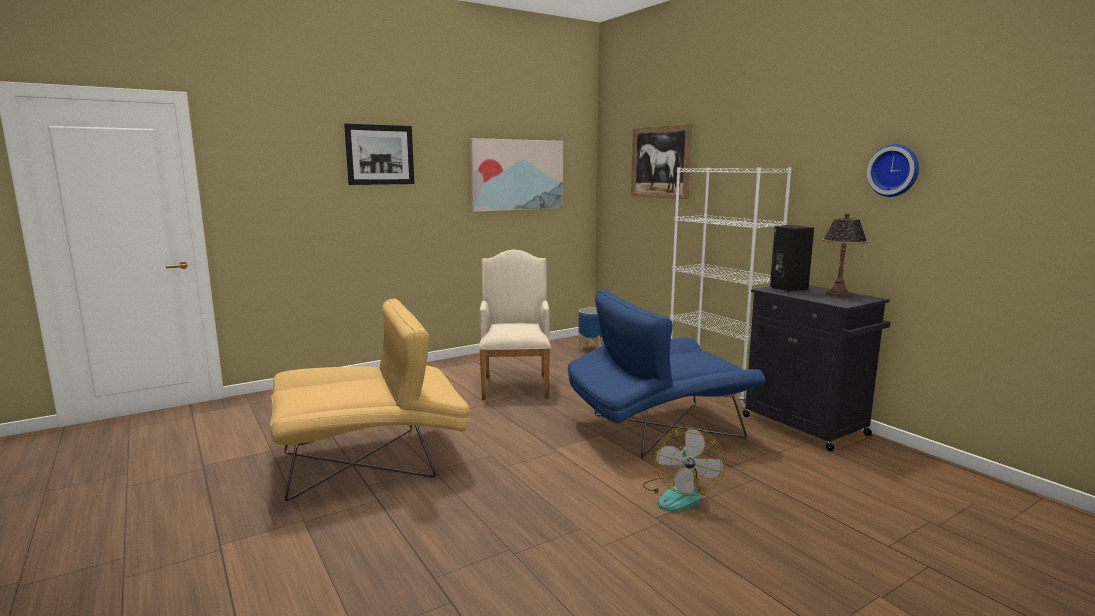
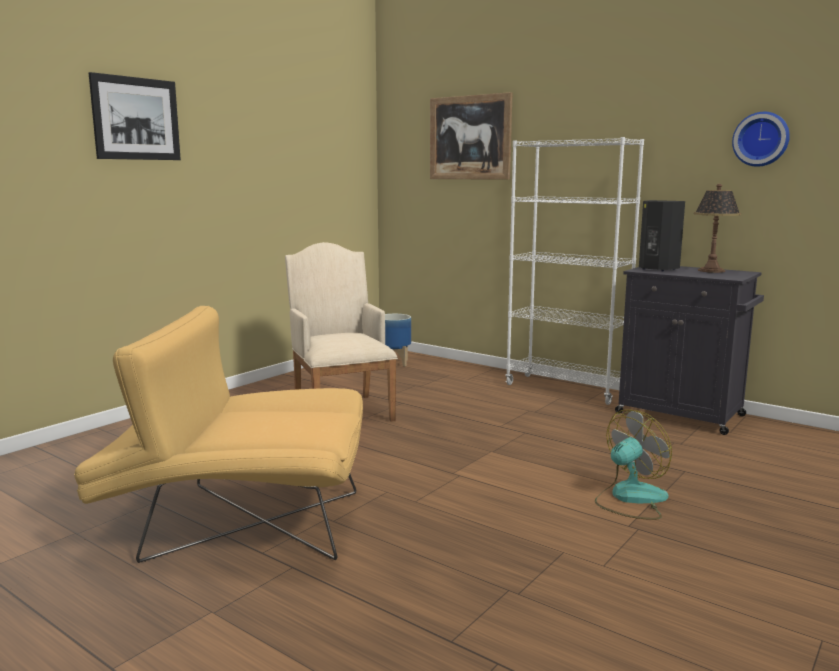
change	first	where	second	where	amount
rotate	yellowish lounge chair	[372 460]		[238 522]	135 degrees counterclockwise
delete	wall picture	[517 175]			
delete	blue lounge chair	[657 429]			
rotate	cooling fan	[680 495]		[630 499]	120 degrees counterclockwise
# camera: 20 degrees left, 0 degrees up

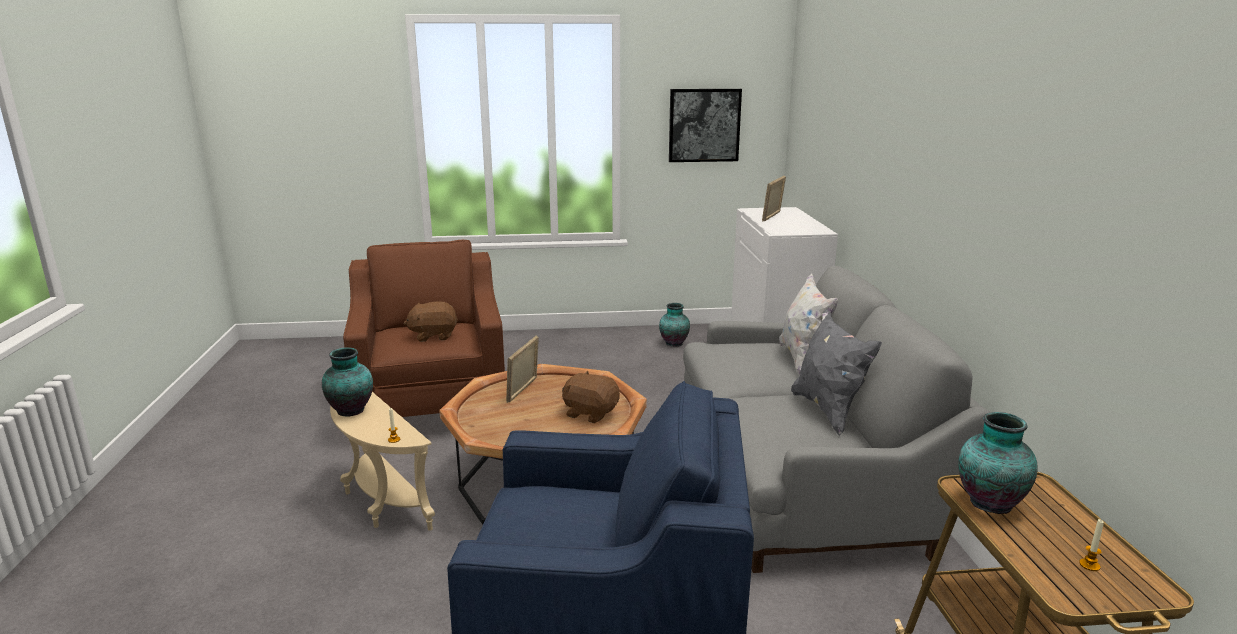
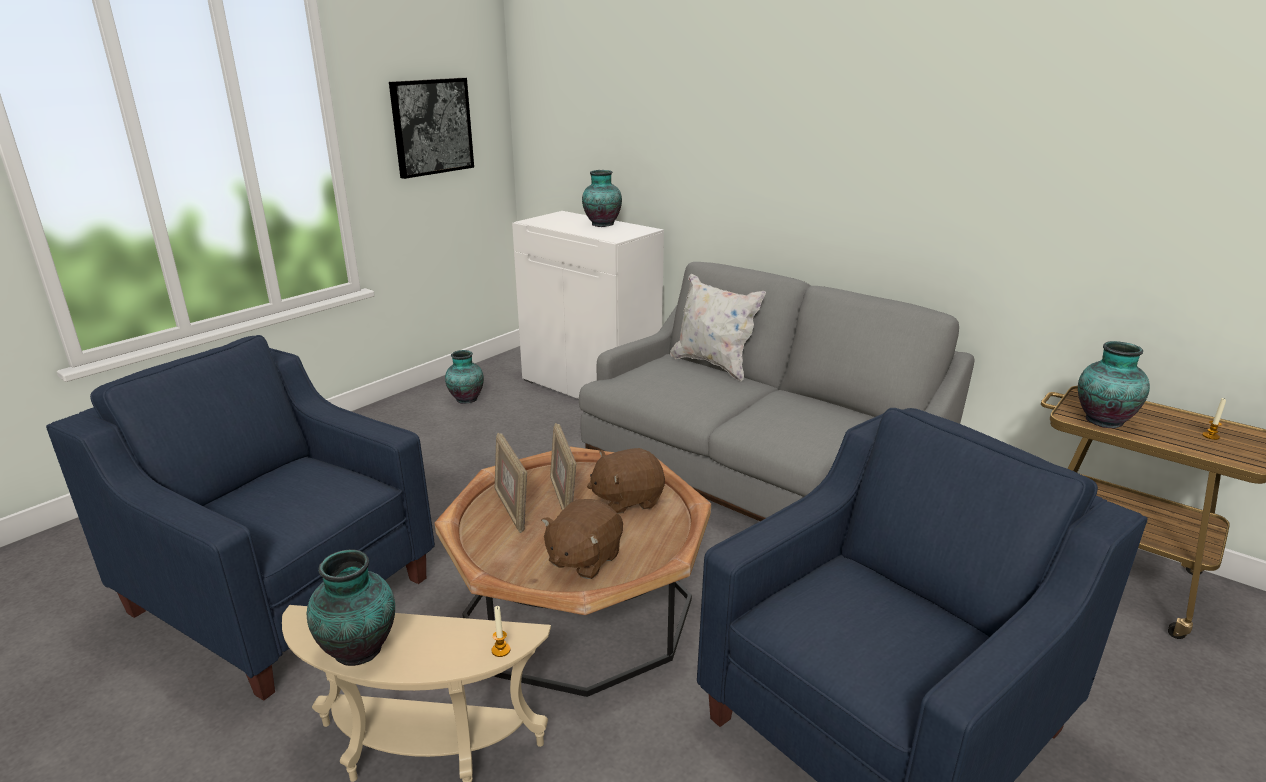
change	first	where	second	where	amount
recolor	brown lounge chair	[433 404]	blue lounge chair	[282 594]	
move	brown plush toy	[433 336]		[583 559]	
move	standing frame	[772 217]		[563 499]	
delete	gray cushion	[828 410]			
insert			flower vase	[601 224]	
# camera: 45 degrees left, 5 degrees up

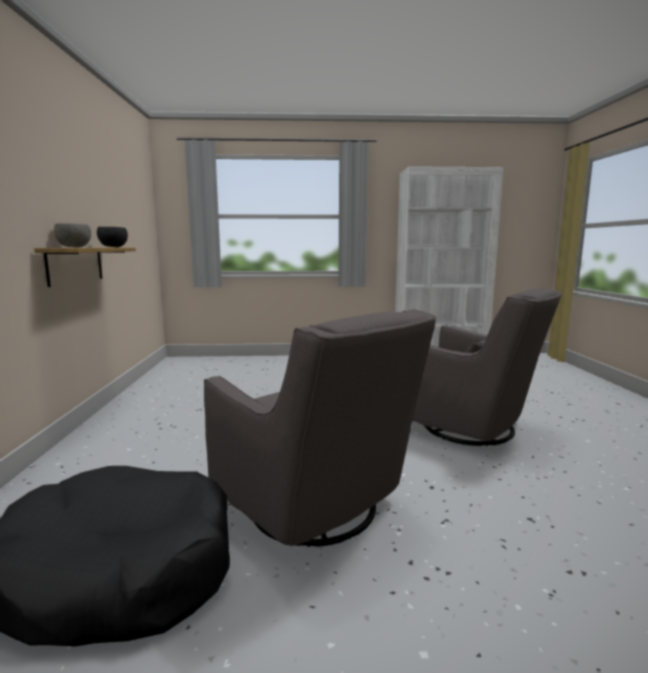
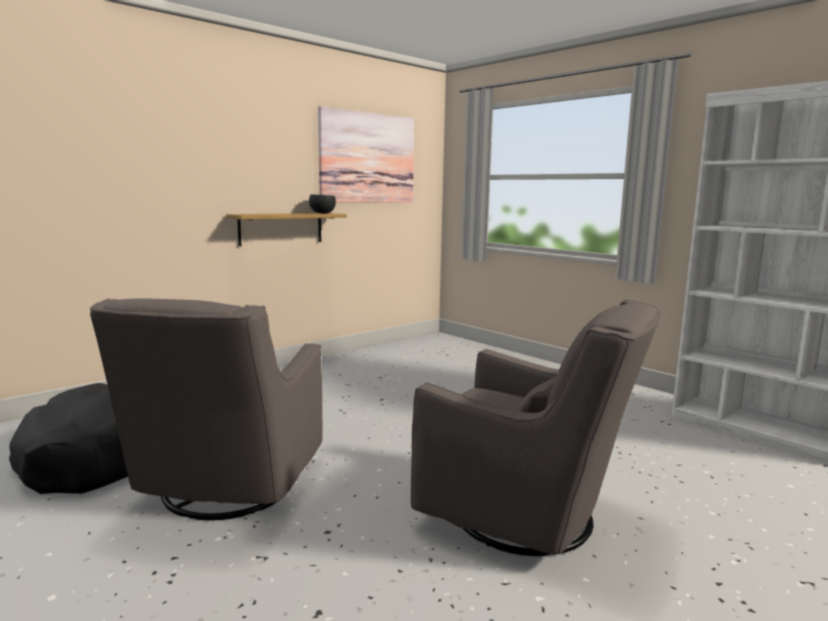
change	first	where	second	where	amount
delete	gray deep dish	[75 247]			
rotate	gray lounge chair	[471 428]		[529 517]	60 degrees counterclockwise
insert			wall picture	[367 158]	
# camera: 50 degrees right, 0 degrees up

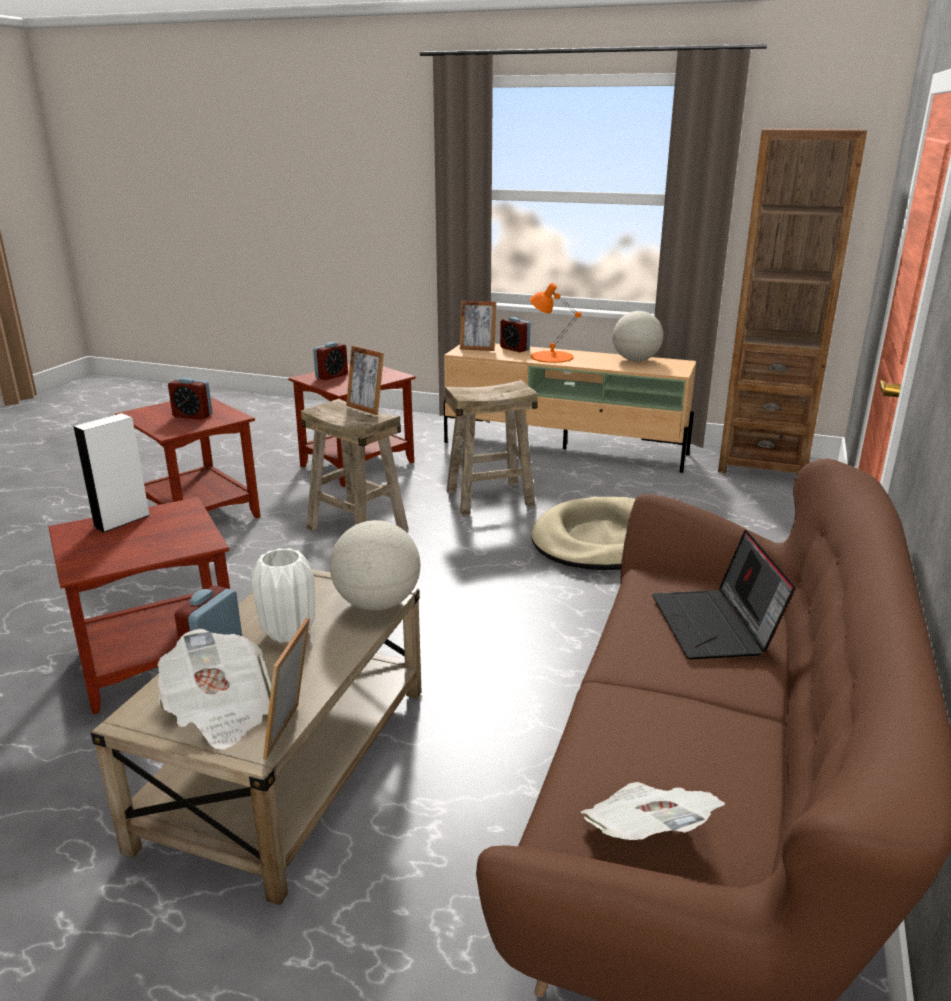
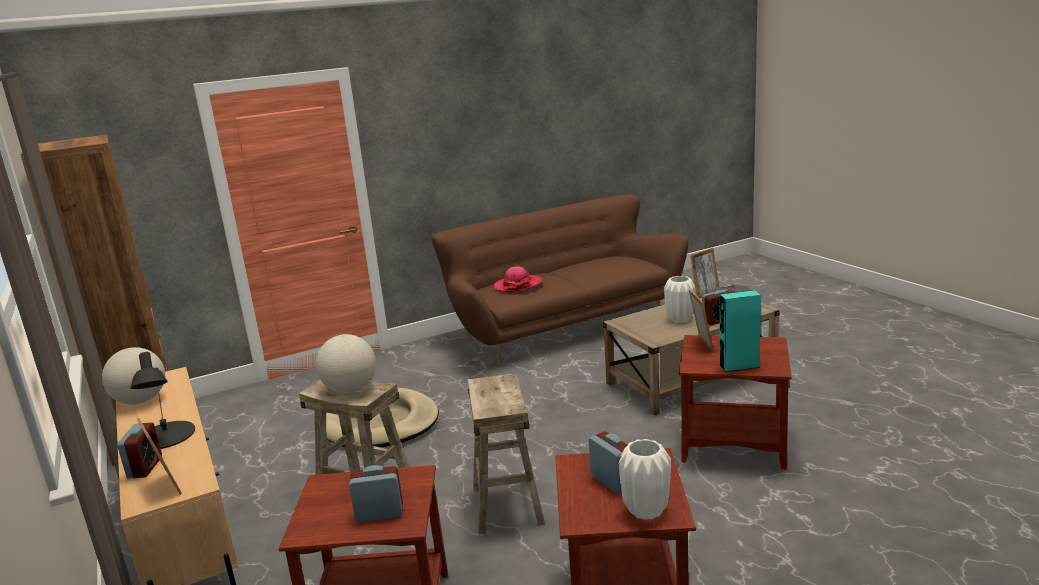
change	first	where	second	where	amount
recolor	white-coloured speaker	[122 520]	blue-green speaker	[739 366]	
move	desk globe	[377 603]		[350 389]	
move	standing frame	[366 409]		[701 345]	
recolor	orangey tabletop lamp	[551 356]	blackish tabletop lamp	[165 436]	
delete	printed paper	[646 835]			
replace	notebook computer	[716 626]	hat	[518 285]	
insert			white-coloured flower vase	[645 510]	
# camera: 135 degrees left, 5 degrees down

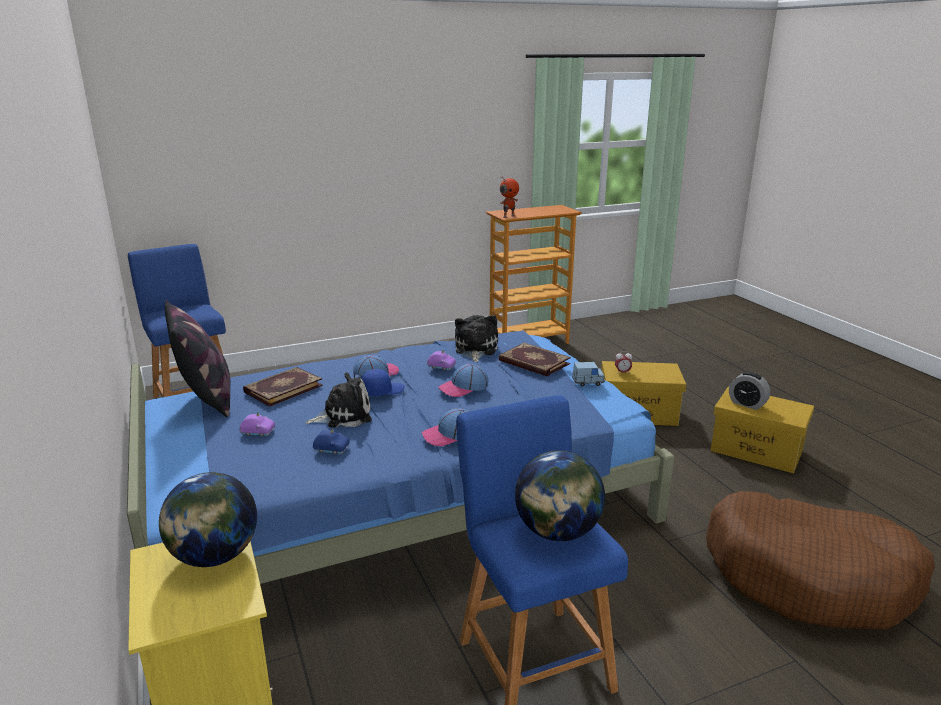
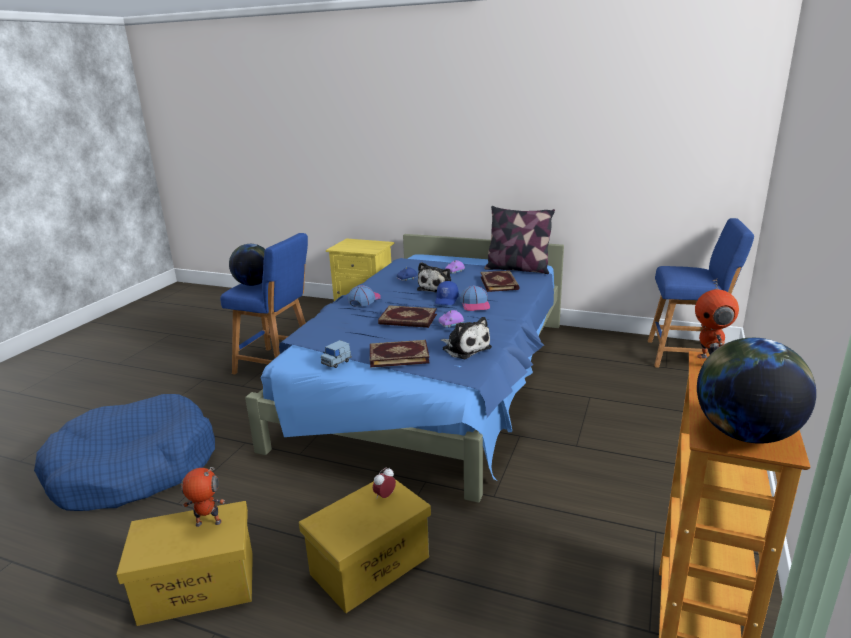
change	first	where	second	where	amount
move	desk globe	[214 556]		[744 433]	
replace	cap	[463 387]	bound book	[407 320]	
recolor	brown pet bed	[809 577]	blue pet bed	[134 468]	
replace	bedside clock	[747 404]	robot figure	[208 524]	
# camera: 135 degrees right, 0 degrees up

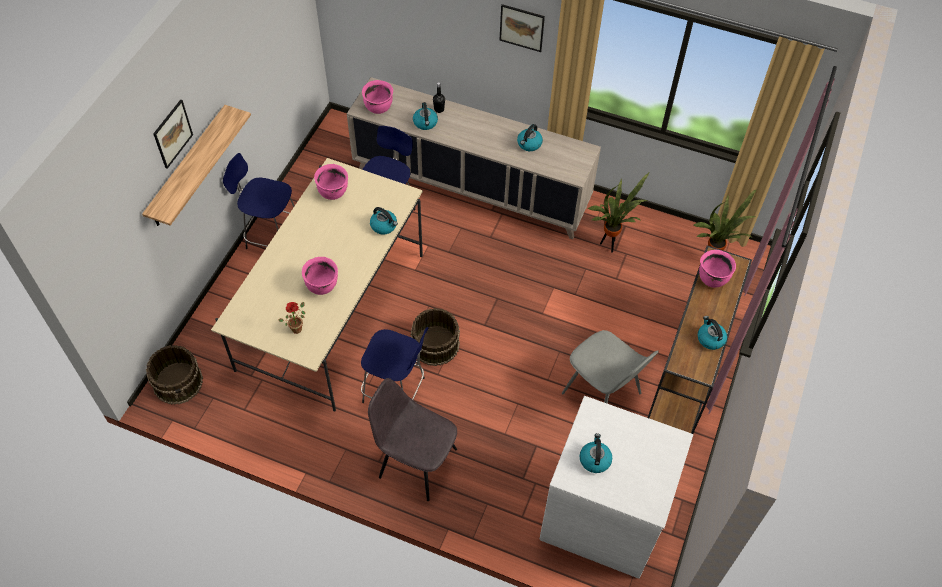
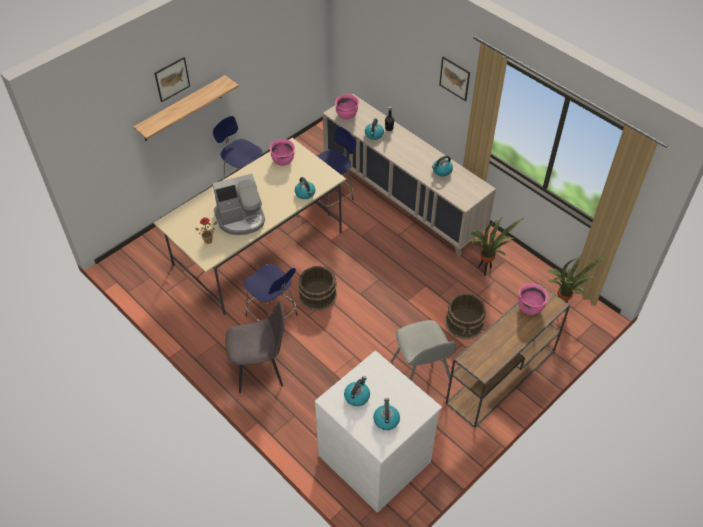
change	first	where	second	where	amount
move	brown water bucket	[178 382]		[465 323]	
replace	pink-coloured stockpot	[322 286]	coffee maker	[241 219]	
rotate	gray upright chair	[416 462]		[260 368]	120 degrees clockwise
move	tea kettle	[710 339]		[386 419]	
# camera: 25 degrees right, 5 degrees down

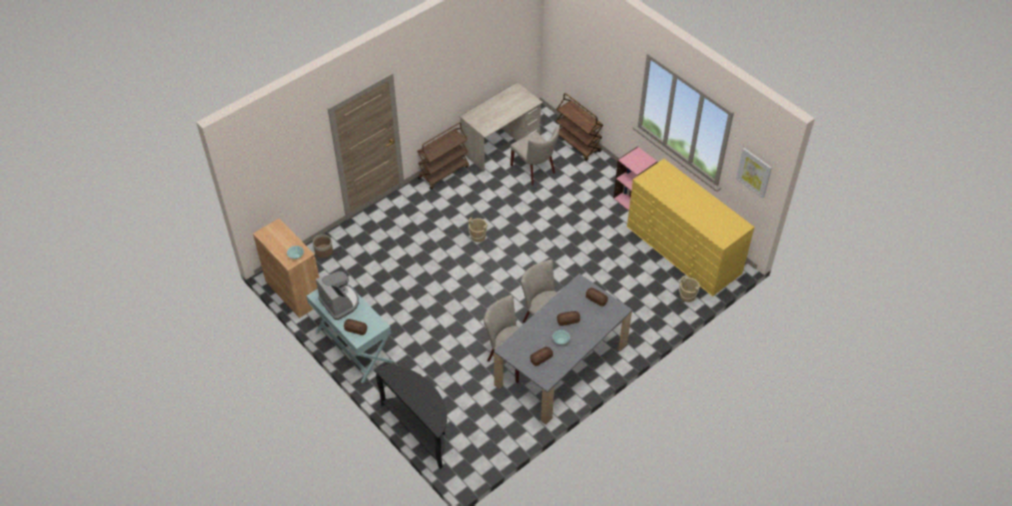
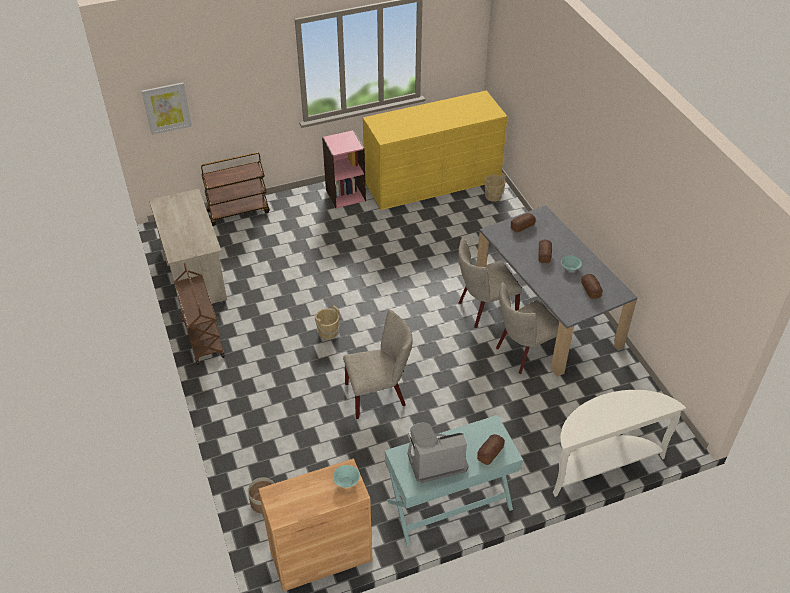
change	first	where	second	where	amount
recolor	blackish console table	[420 429]	white-coloured console table	[601 464]	
move	sand-coloured upright chair	[535 170]		[379 394]	
move	wall picture	[754 172]		[167 108]	
# camera: 70 degrees left, 5 degrees down

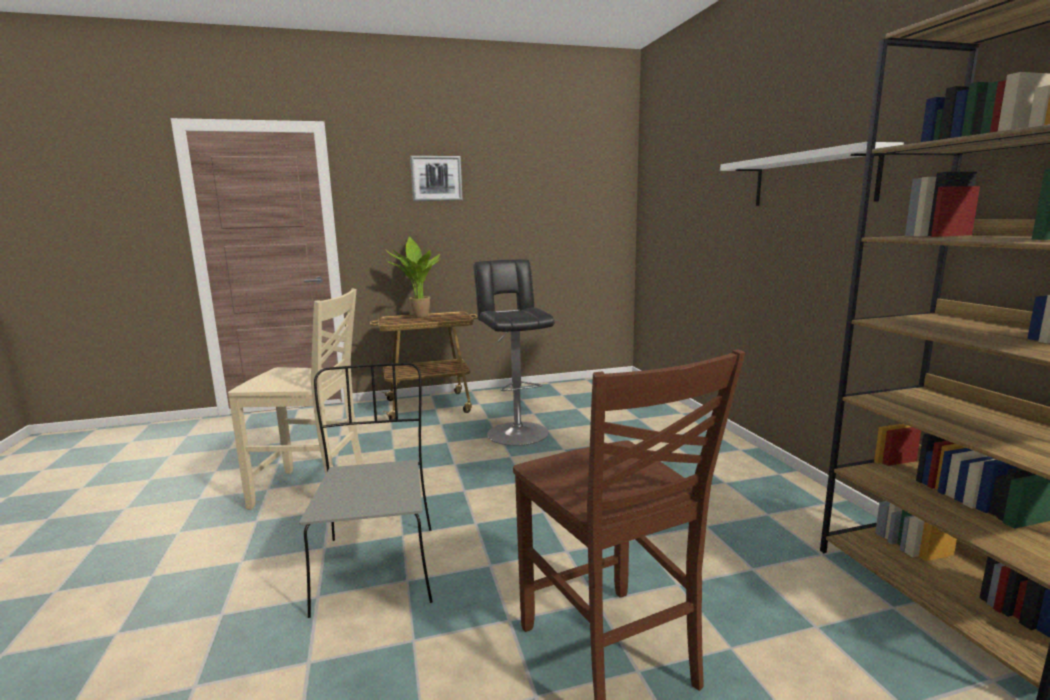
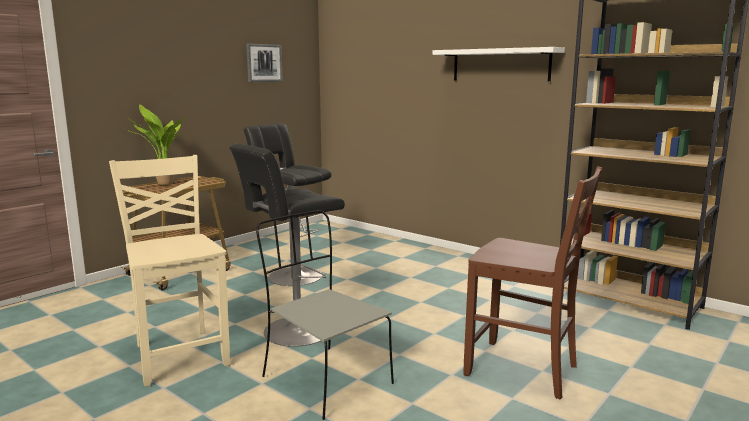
change	first	where	second	where	amount
rotate	sand-coloured upright chair	[313 491]		[180 355]	90 degrees counterclockwise
move	wall picture	[436 178]		[264 63]	
insert			blackish stool	[293 332]	
# camera: 35 degrees left, 0 degrees up

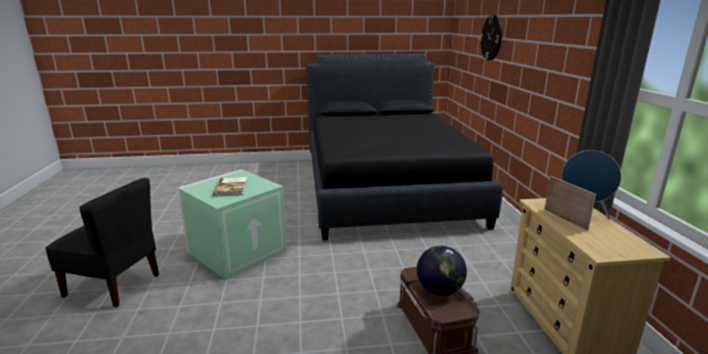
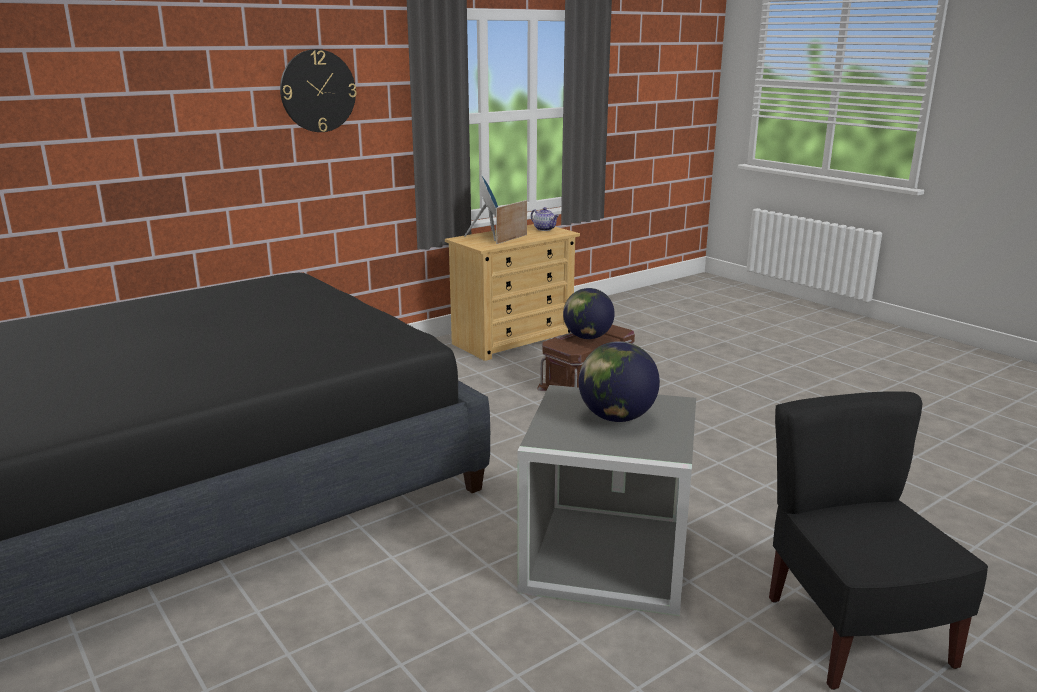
change	first	where	second	where	amount
recolor	green storage box	[237 250]	gray storage box	[604 558]	
replace	bound book	[232 188]	desk globe	[616 417]	
move	wall clock	[491 38]		[318 91]	
insert			tea pot	[545 229]	
# camera: 120 degrees left, 0 degrees up

